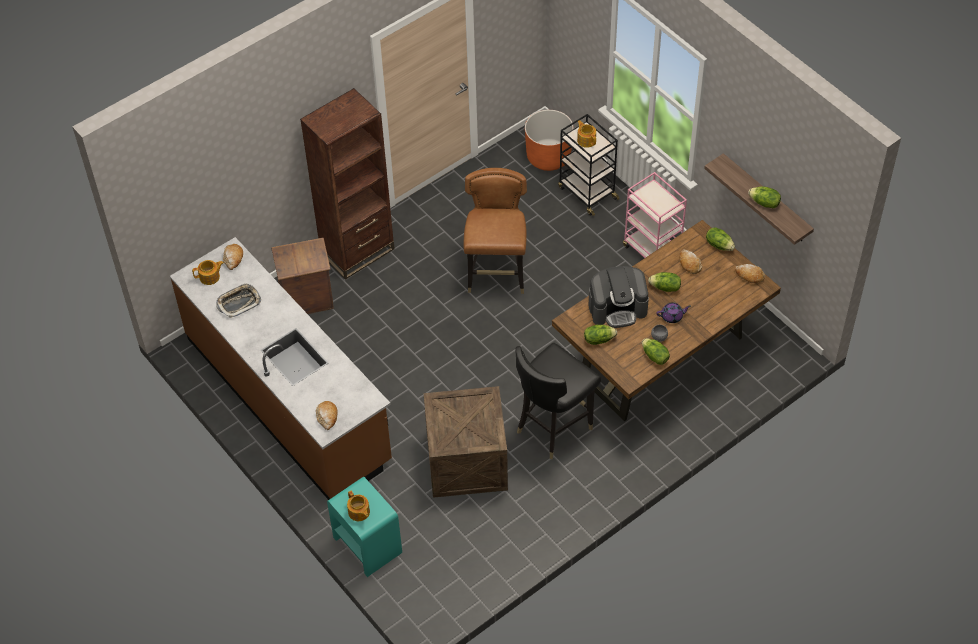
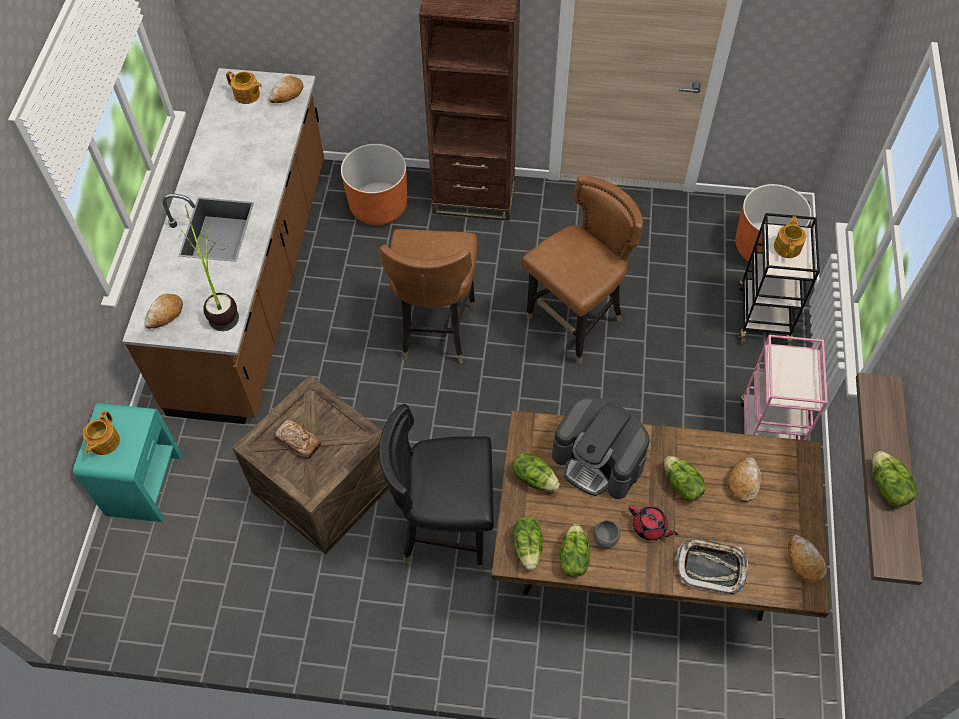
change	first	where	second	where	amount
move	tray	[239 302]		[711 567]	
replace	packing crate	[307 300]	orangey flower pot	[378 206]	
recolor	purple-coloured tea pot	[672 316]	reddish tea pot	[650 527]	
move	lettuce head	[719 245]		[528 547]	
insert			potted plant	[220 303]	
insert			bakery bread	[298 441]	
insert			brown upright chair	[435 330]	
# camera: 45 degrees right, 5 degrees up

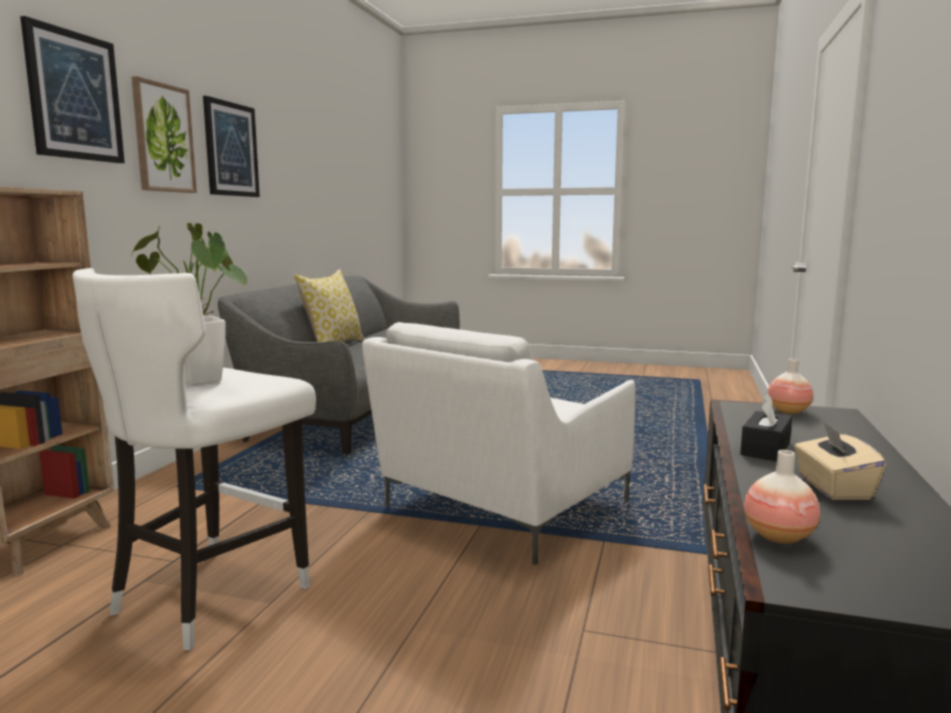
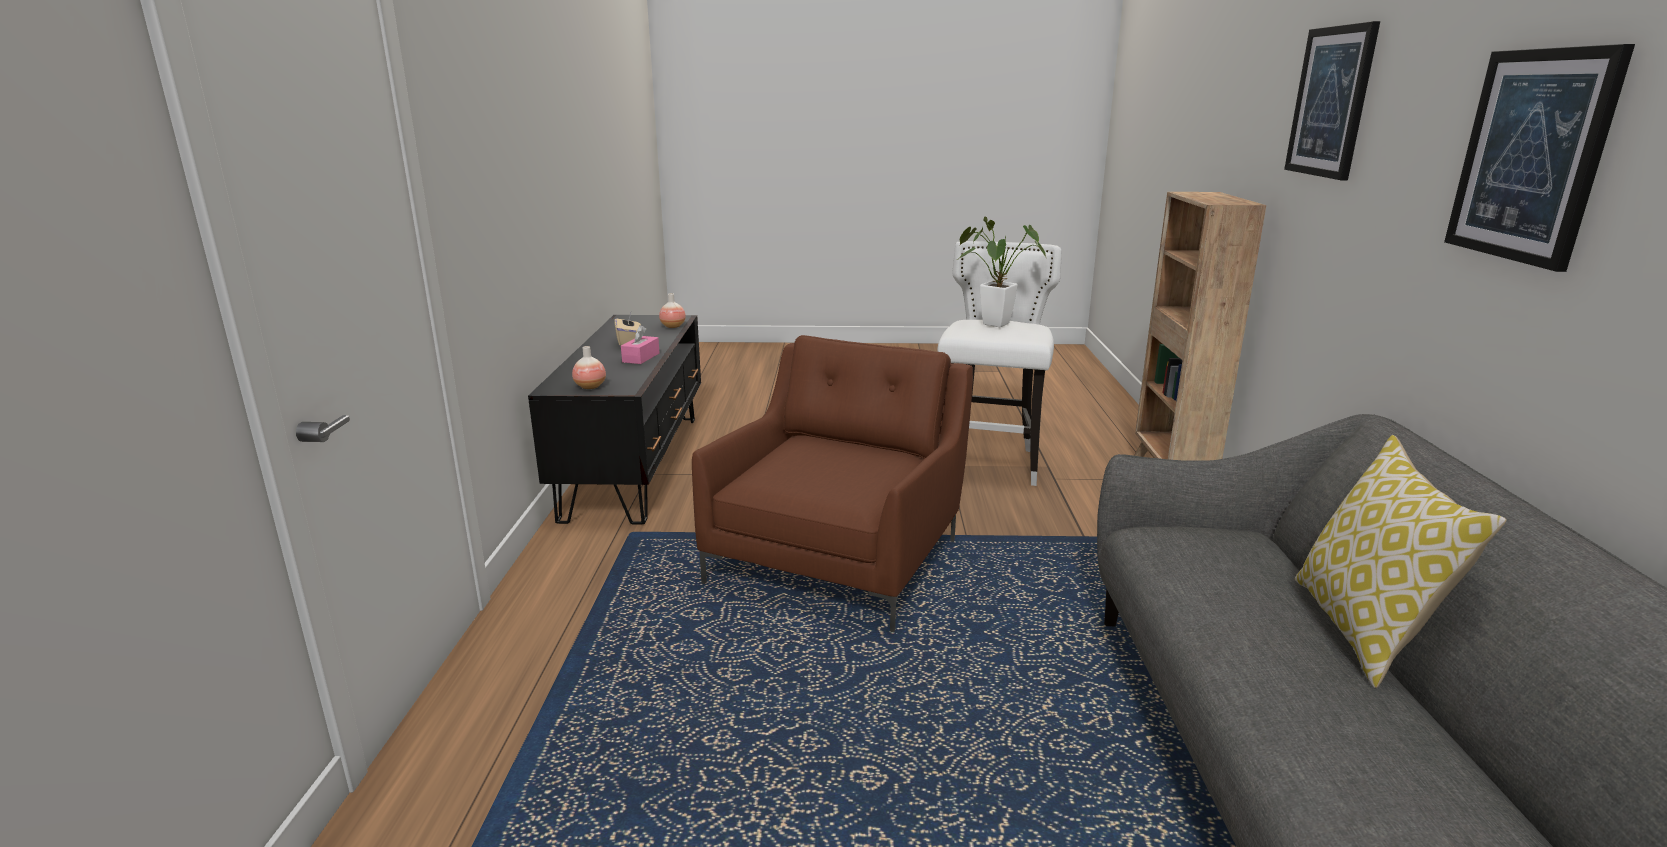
change	first	where	second	where	amount
delete	wall picture	[163 138]			
recolor	white-coloured lounge chair	[500 508]	brown lounge chair	[839 557]	
recolor	blackish tissue box	[765 448]	pink-coloured tissue box	[641 357]	
# camera: 165 degrees right, 10 degrees up

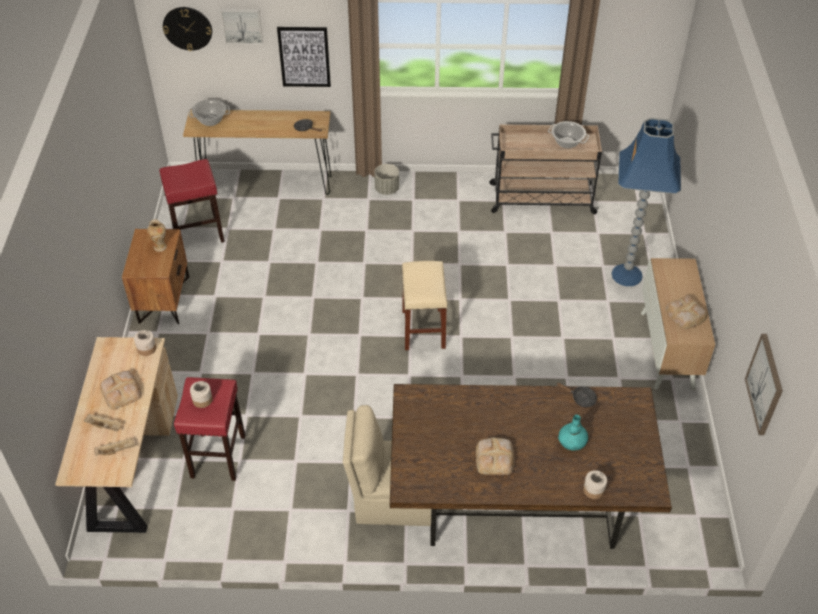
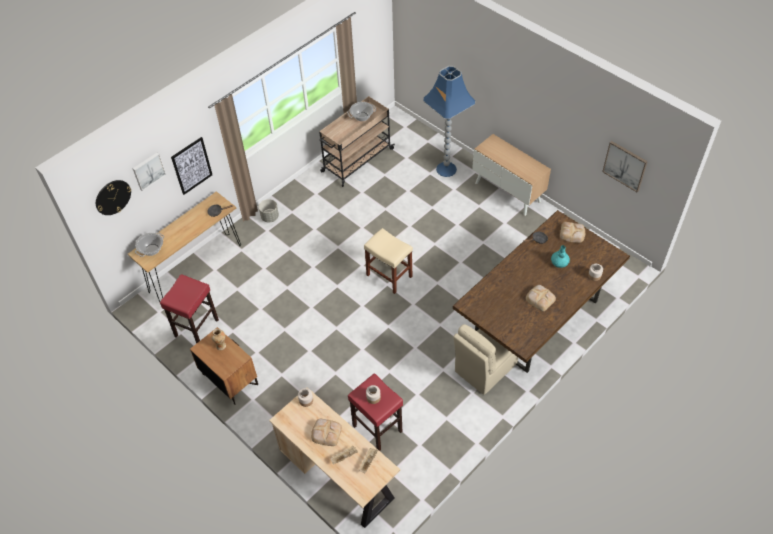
change	first	where	second	where	amount
move	bakery bread	[685 315]		[572 234]	
# camera: 45 degrees left, 5 degrees up

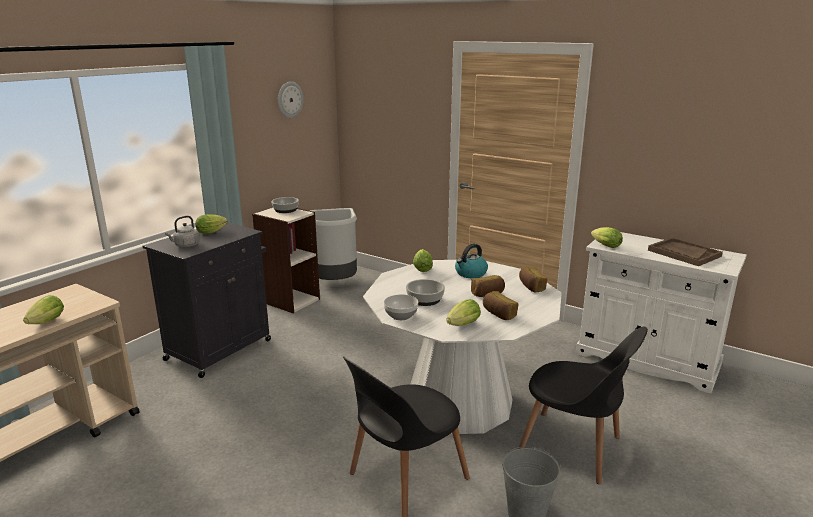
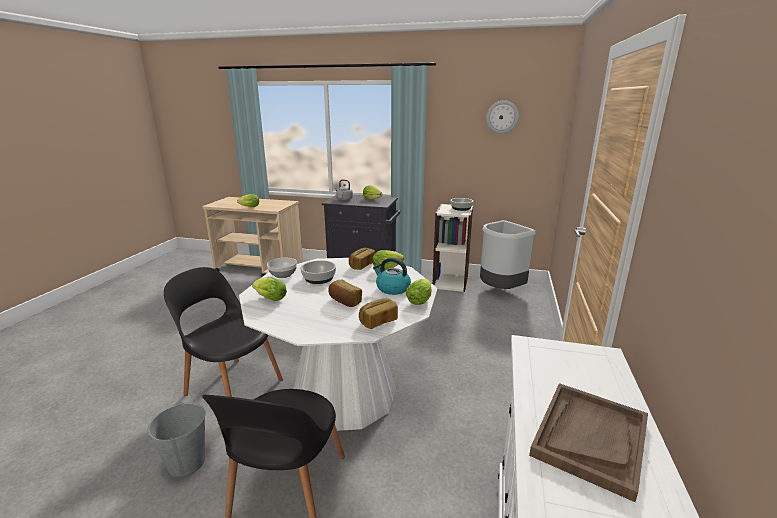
change	first	where	second	where	amount
move	bakery bread	[499 314]		[361 265]	
move	lettuce head	[604 245]		[420 300]	
# camera: 70 degrees right, 0 degrees up

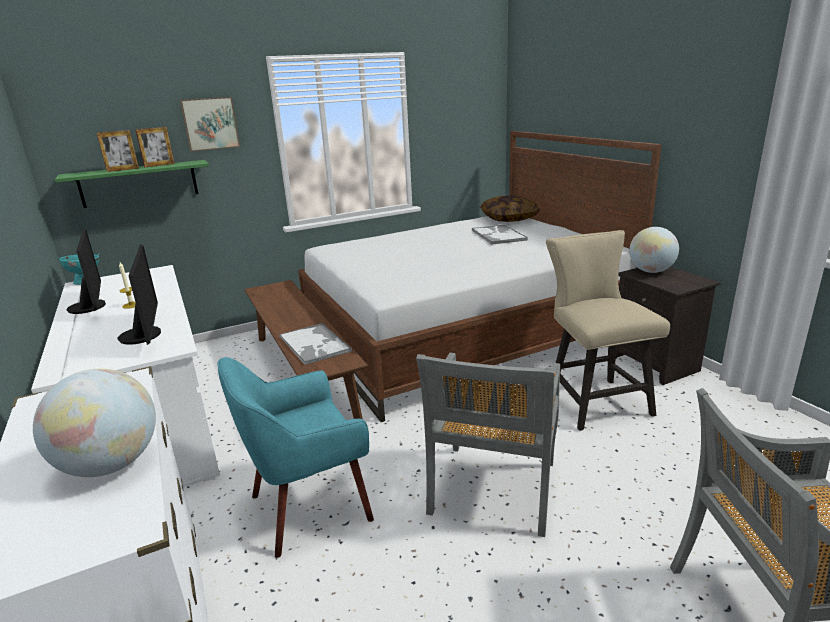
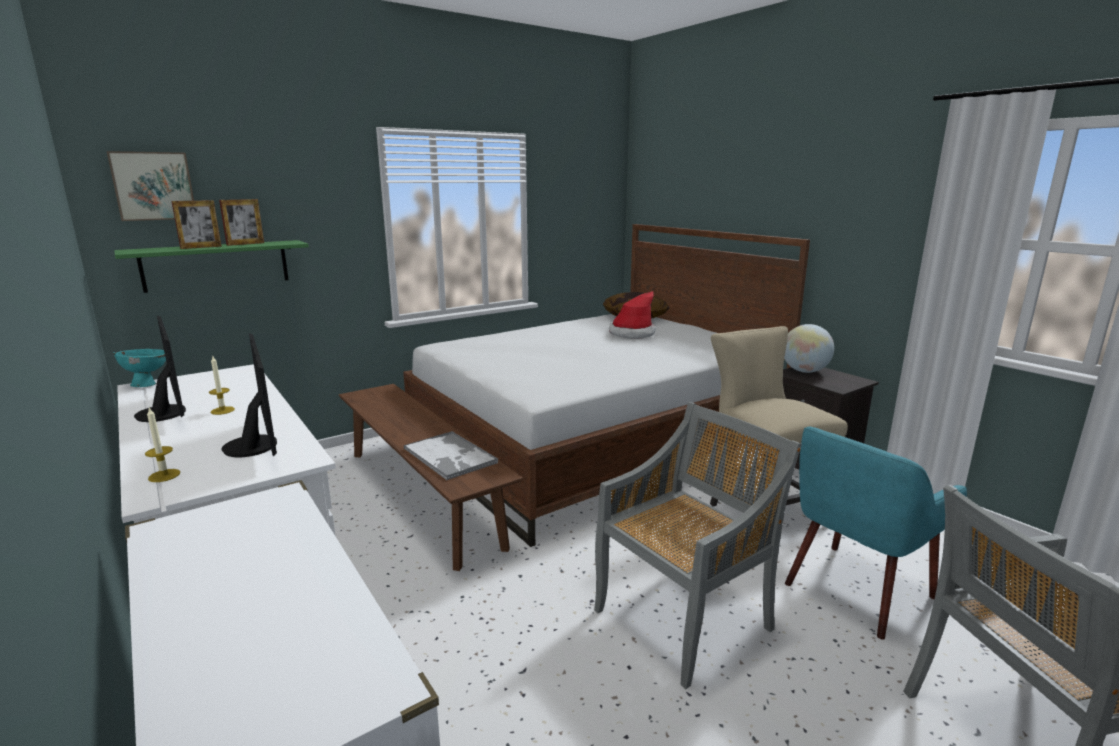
change	first	where	second	where	amount
delete	desk globe	[111 464]			
move	wall picture	[210 123]		[153 186]	
move	blue-green lounge chair	[308 506]		[856 590]	
rotate	gray upright chair	[493 490]		[684 618]	135 degrees counterclockwise
replace	tray	[498 235]	hat	[631 333]	
insert			candle	[164 475]	
# camera: 10 degrees left, 5 degrees down

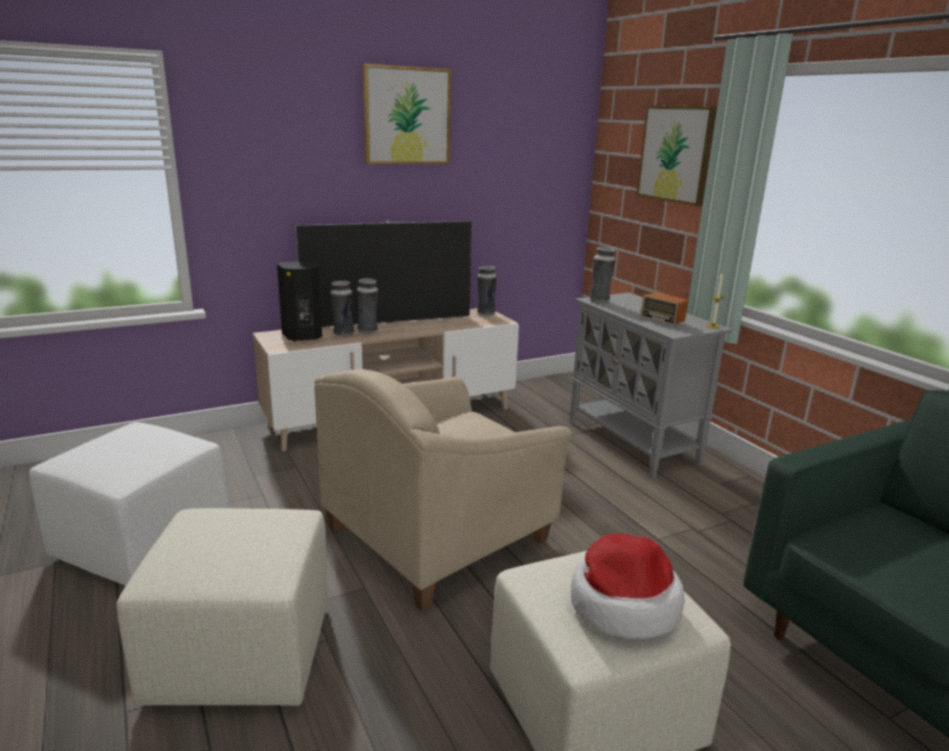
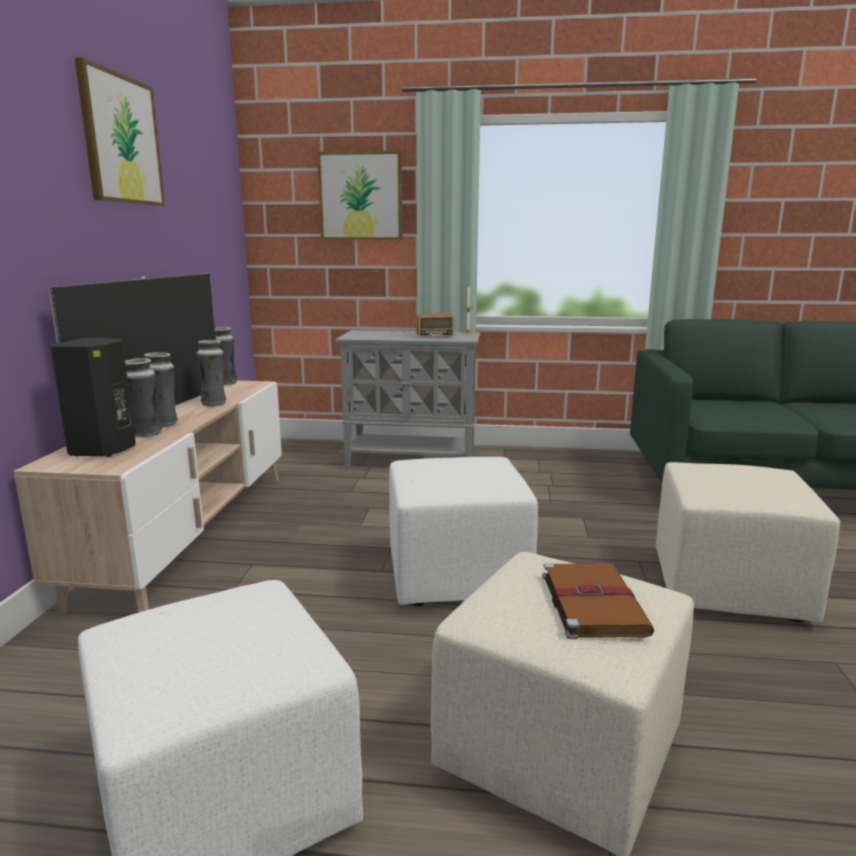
change	first	where	second	where	amount
replace	sand-coloured lounge chair	[439 536]	white-coloured ottoman	[455 577]	
delete	hat	[622 604]			
move	flower vase	[600 301]		[214 404]	
insert			brown bound book	[592 602]	
# camera: 55 degrees left, 5 degrees down

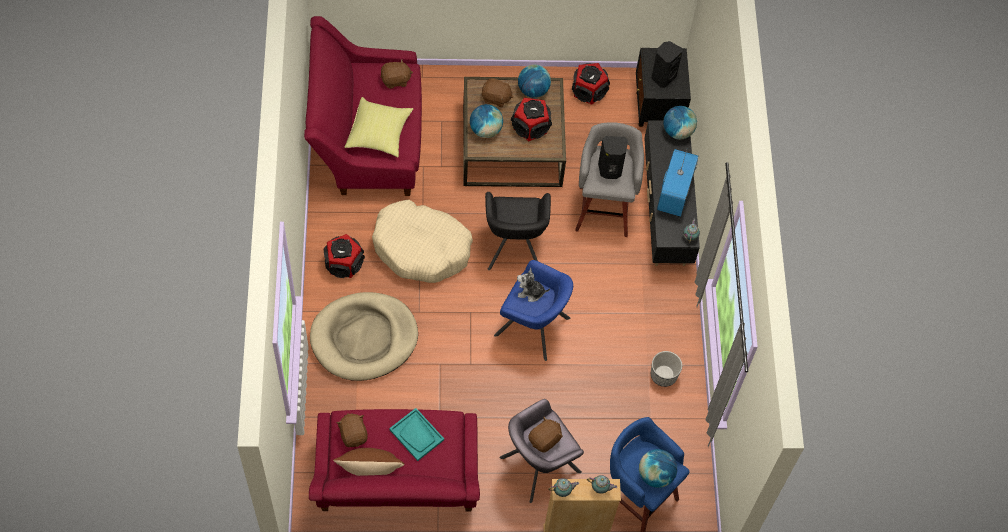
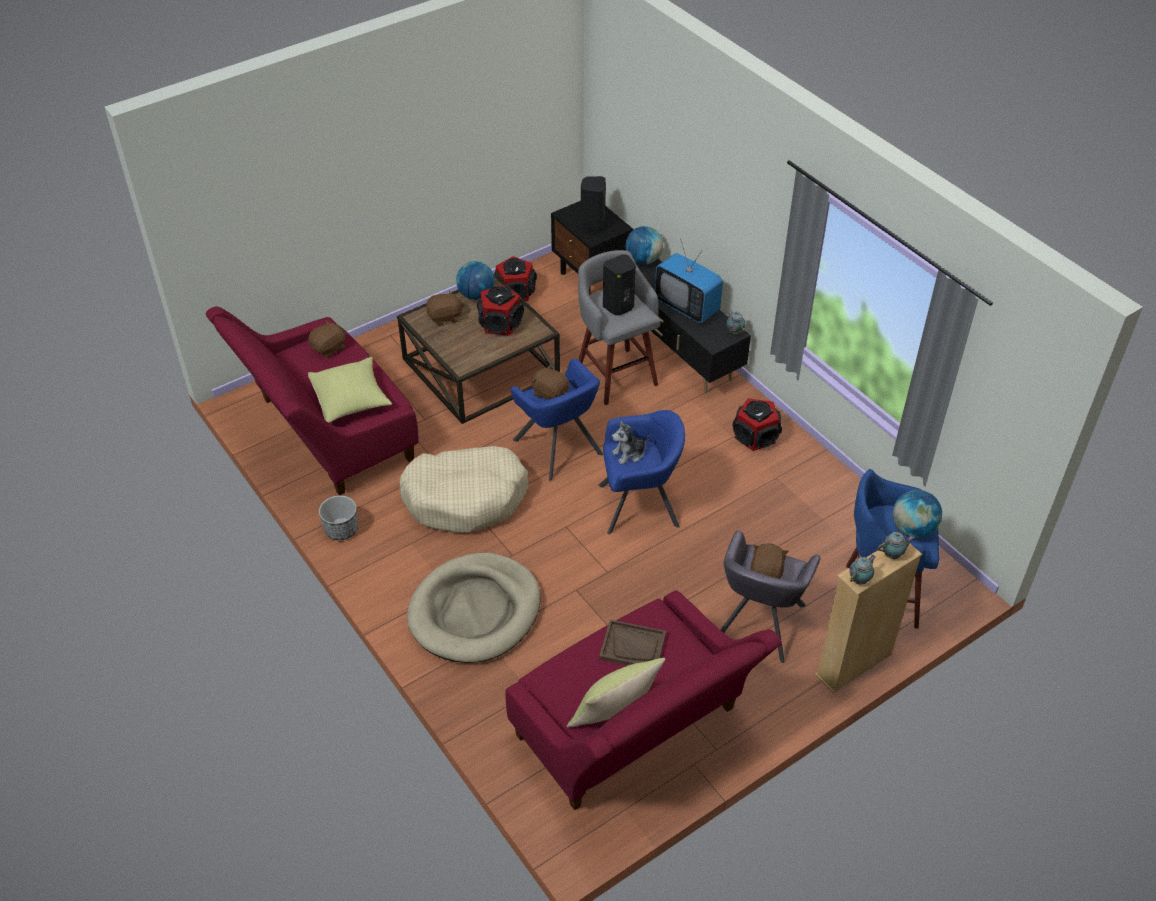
change	first	where	second	where	amount
move	speaker	[344 264]		[756 436]	
recolor	brown cushion	[369 472]	yellowish cushion	[614 714]	
move	brown plush toy	[353 434]		[550 393]	
recolor	blue-green tray	[417 435]	brown tray	[633 646]	
delete	desk globe	[485 130]			
recolor	blackish lounge chair	[514 246]	blue lounge chair	[558 447]	
move	flower pot	[663 375]		[341 529]	
rotate	television	[674 193]		[687 306]	150 degrees clockwise
# camera: 30 degrees left, 15 degrees down

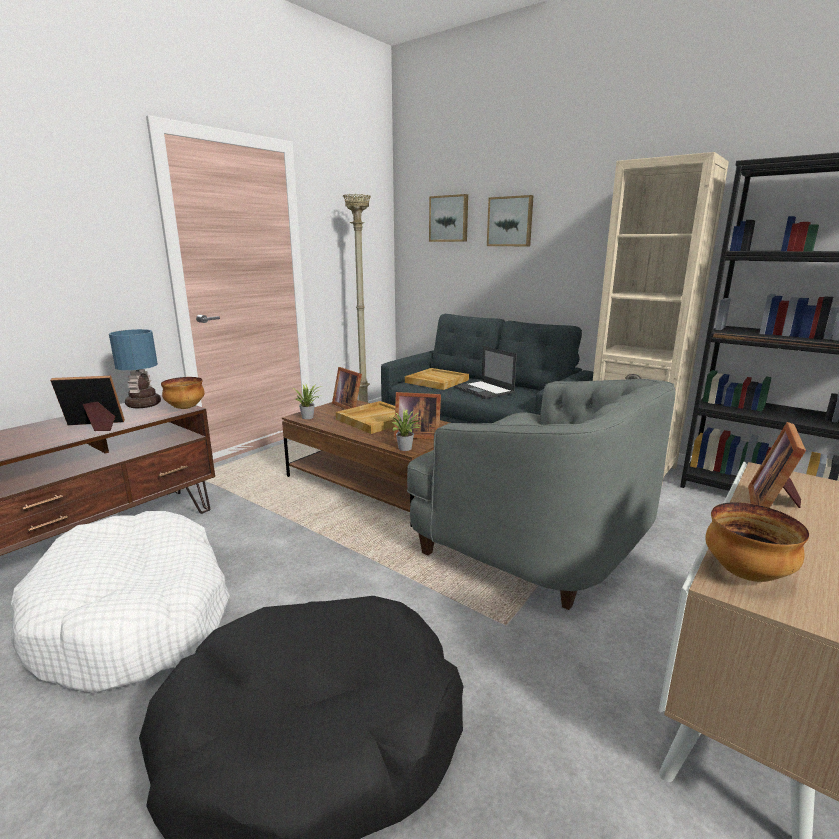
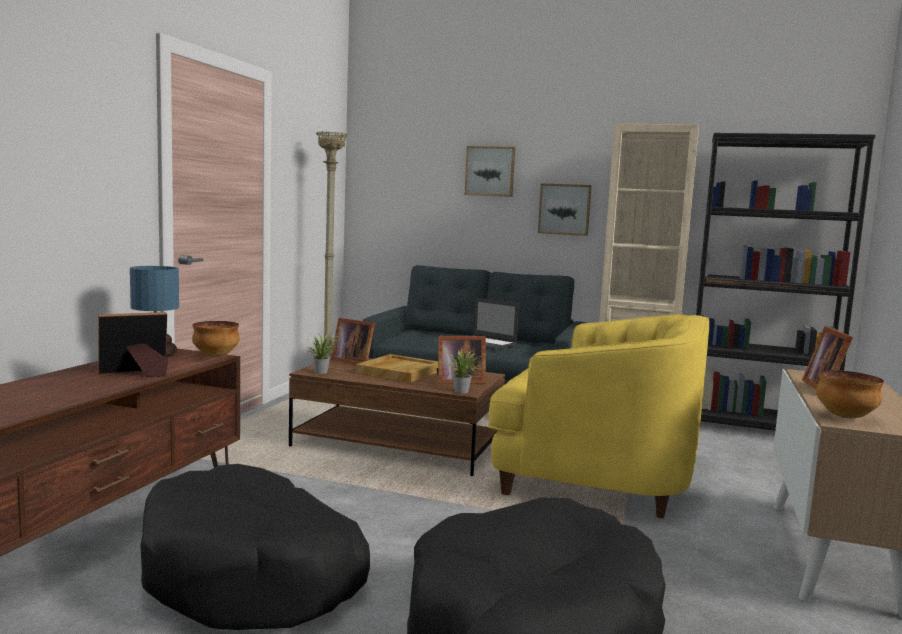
change	first	where	second	where	amount
recolor	white-coloured pet bed	[135 616]	blackish pet bed	[252 574]	
delete	sand-coloured tray	[436 381]			
recolor	gray lounge chair	[537 539]	yellowish lounge chair	[596 474]	
move	wall picture	[449 218]		[564 209]	
# camera: 20 degrees left, 10 degrees down

